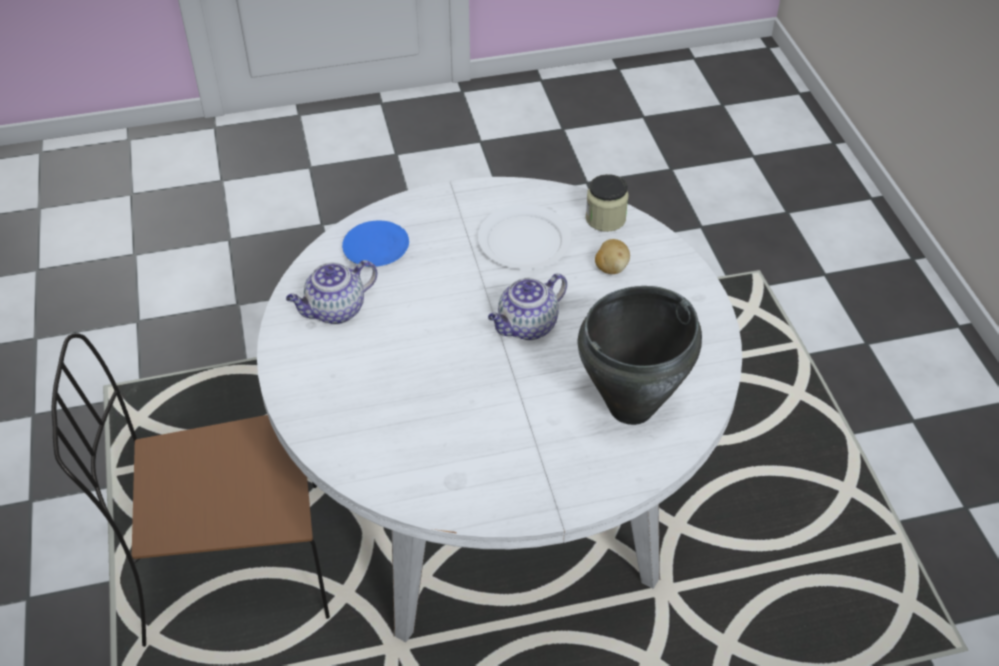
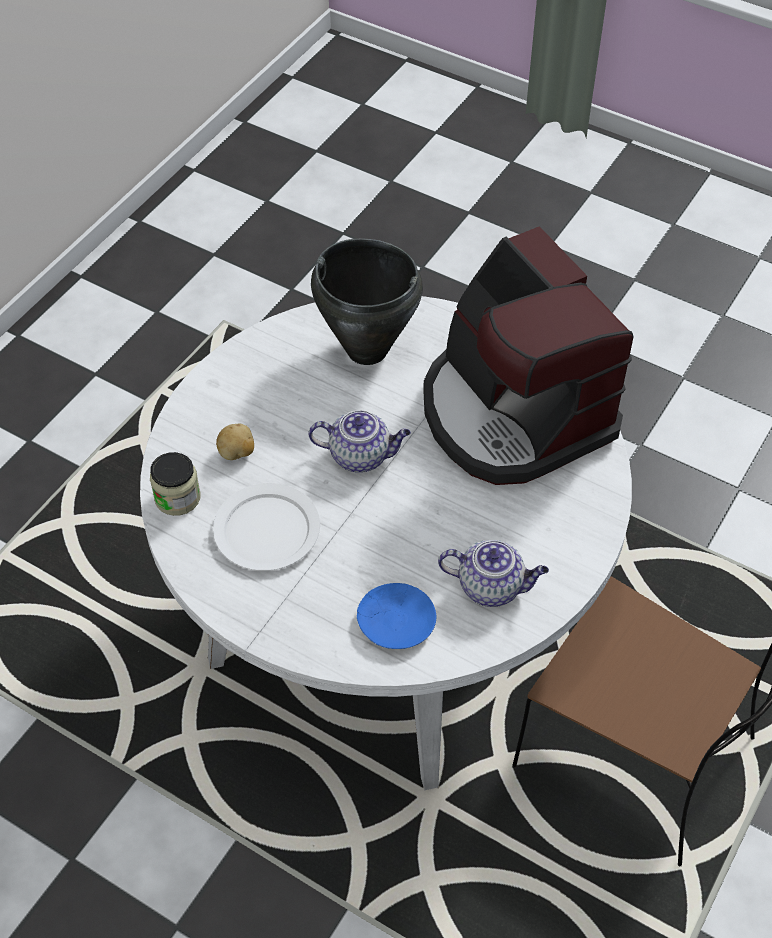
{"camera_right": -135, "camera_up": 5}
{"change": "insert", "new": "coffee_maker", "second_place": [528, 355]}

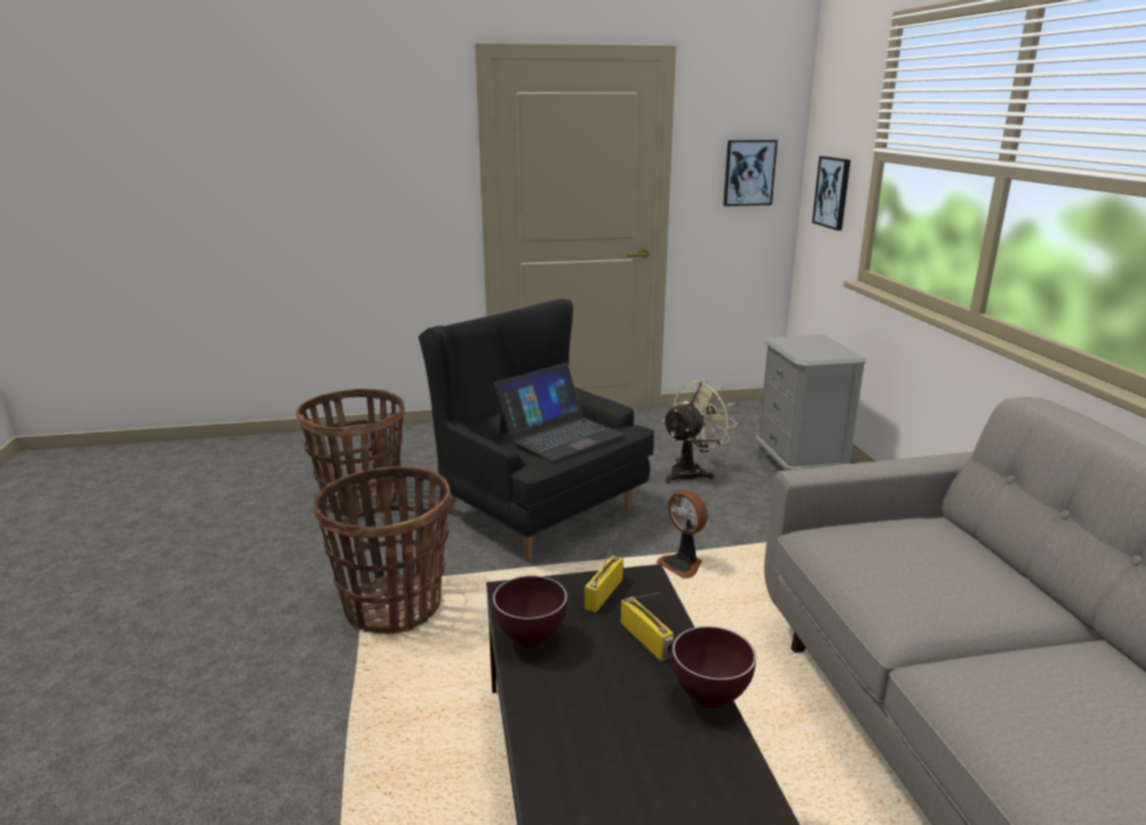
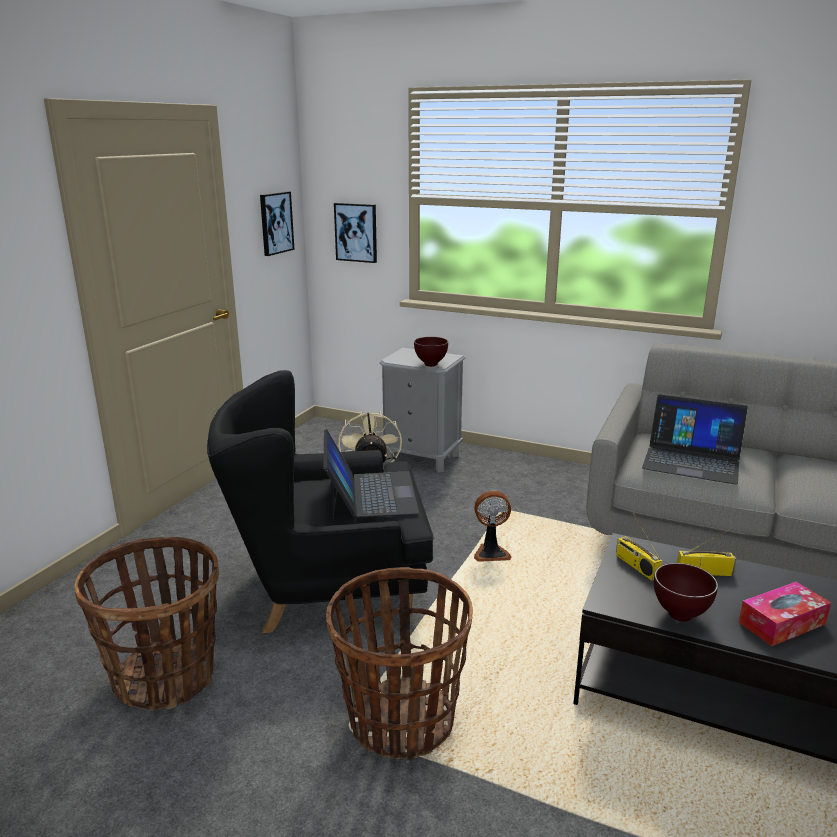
{"camera_right": -55, "camera_up": 0}
{"change": "move", "old": "brown_bowl", "first_place": [714, 667], "second_place": [431, 352]}
{"change": "insert", "new": "laptop", "second_place": [695, 439]}
{"change": "insert", "new": "tissue_holder", "second_place": [785, 614]}

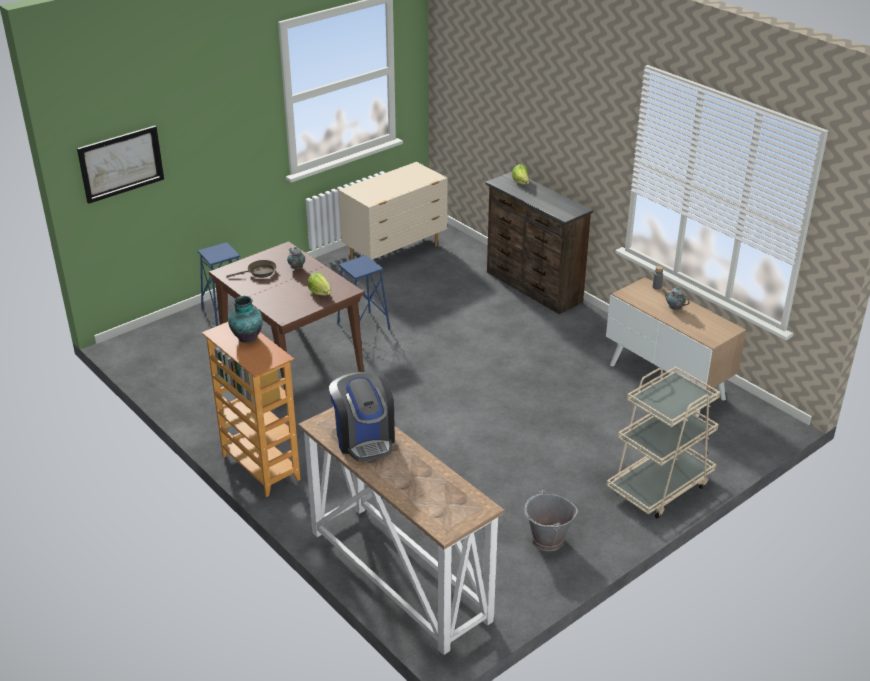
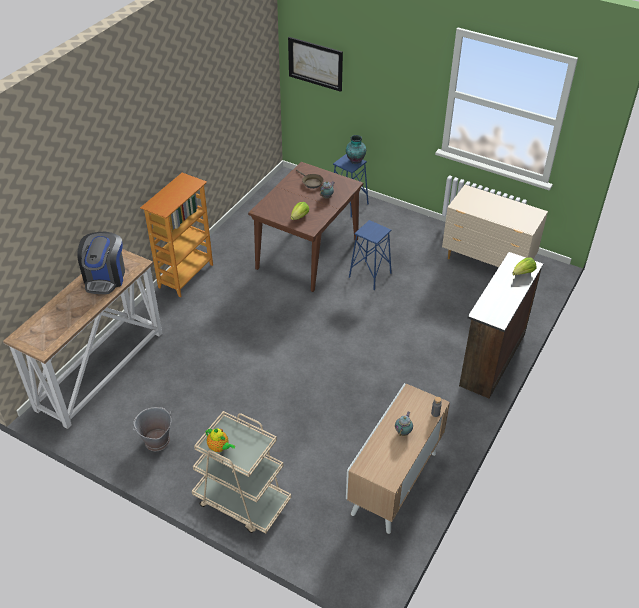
{"camera_right": 70, "camera_up": 10}
{"change": "move", "old": "vase", "first_place": [245, 319], "second_place": [356, 149]}
{"change": "rotate", "old": "coffee_maker", "first_place": [362, 416], "second_place": [101, 263], "degrees": -45}
{"change": "insert", "new": "teapot", "second_place": [220, 440]}

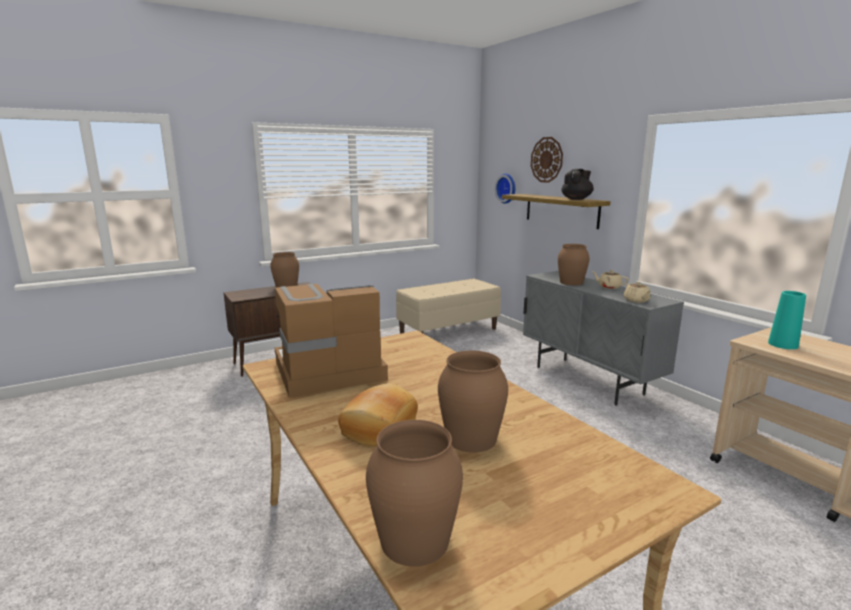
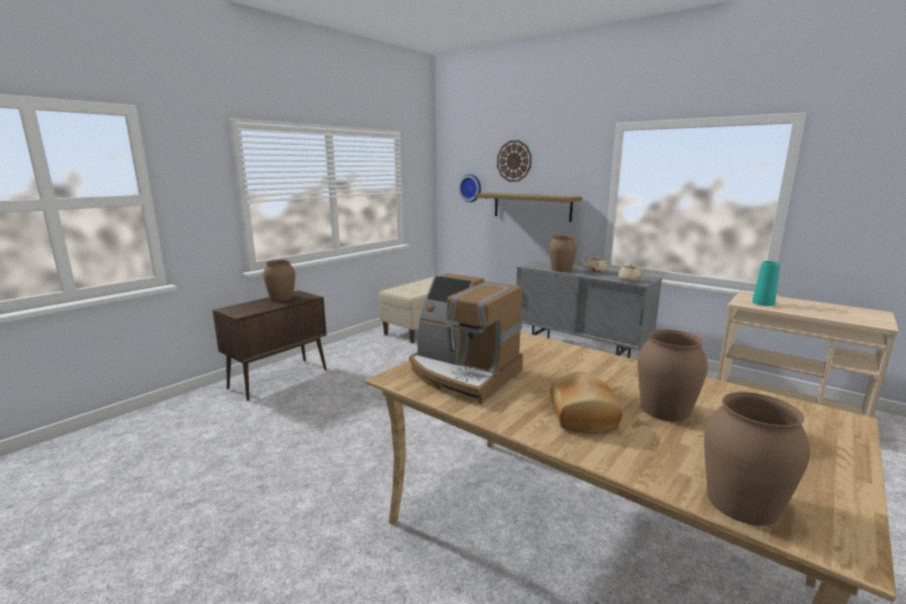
{"camera_right": -20, "camera_up": 0}
{"change": "delete", "old": "black-coloured_teapot", "first_place": [577, 184]}
{"change": "rotate", "old": "coffee_maker", "first_place": [331, 341], "second_place": [466, 338], "degrees": -105}

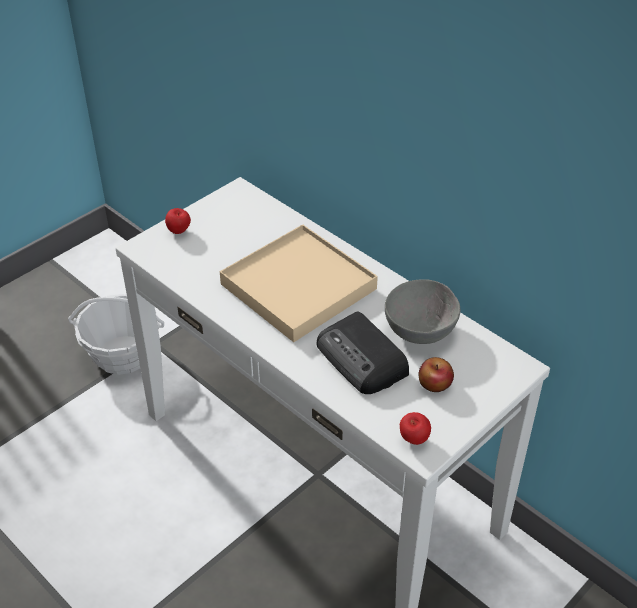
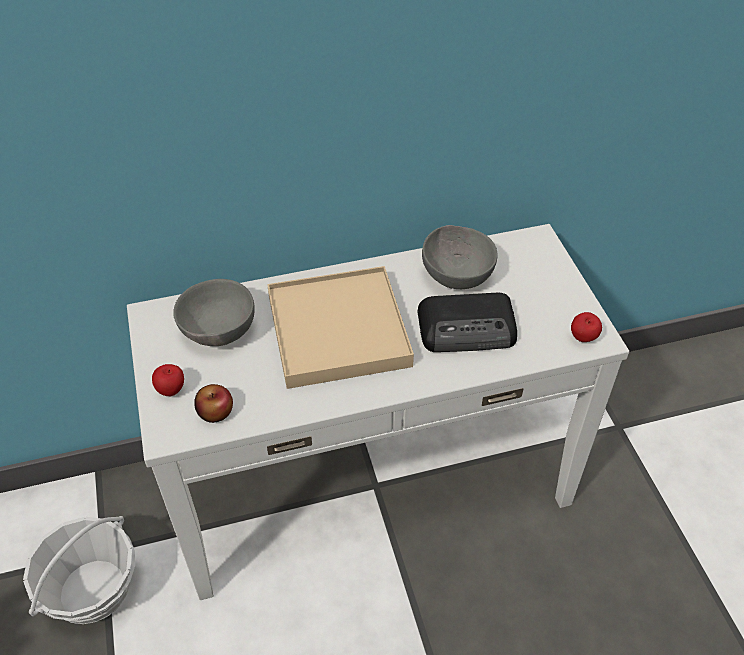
{"camera_right": -60, "camera_up": 5}
{"change": "move", "old": "apple_fruit", "first_place": [436, 374], "second_place": [213, 403]}
{"change": "insert", "new": "gray_bowl", "second_place": [214, 312]}

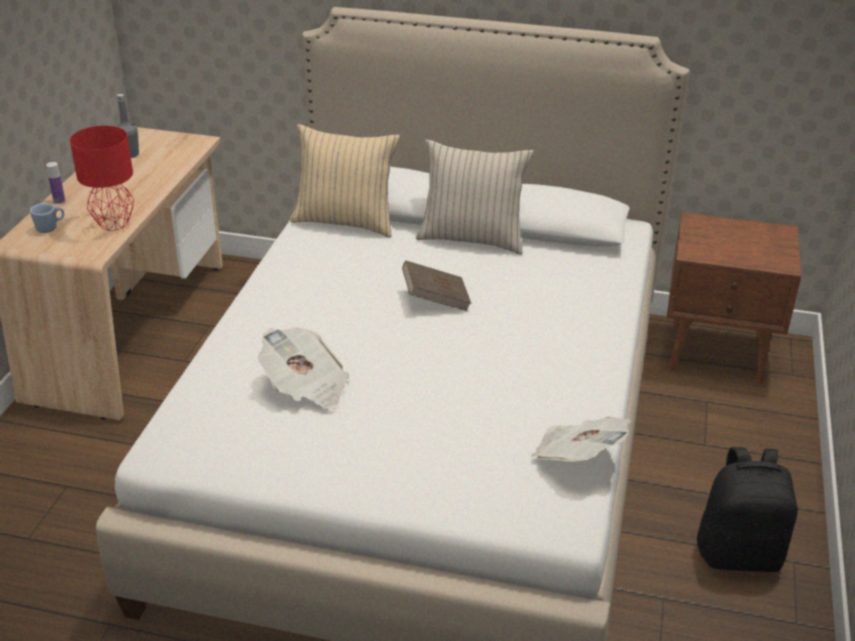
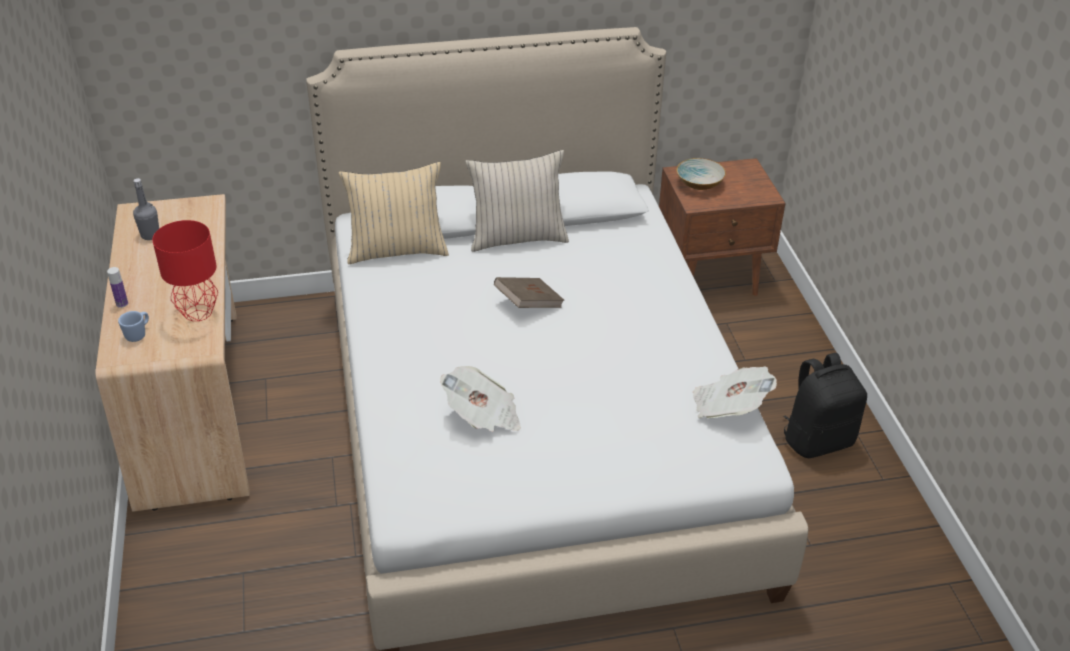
{"camera_right": -25, "camera_up": 5}
{"change": "insert", "new": "bowl", "second_place": [701, 174]}

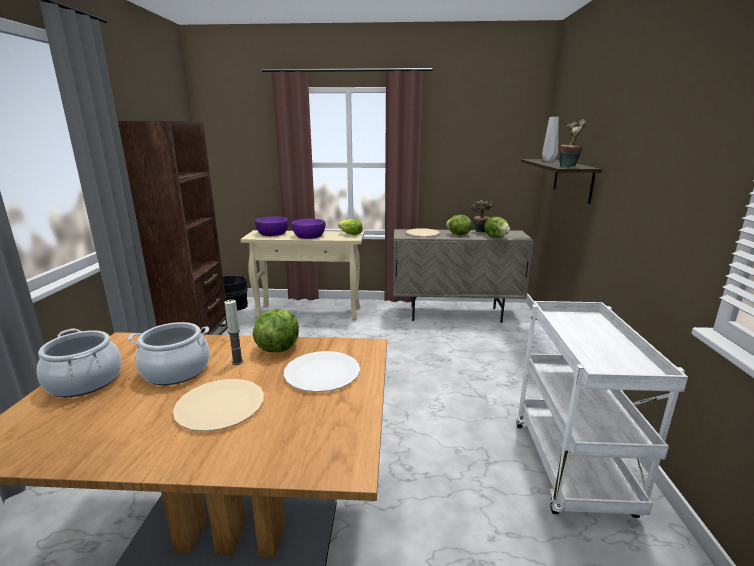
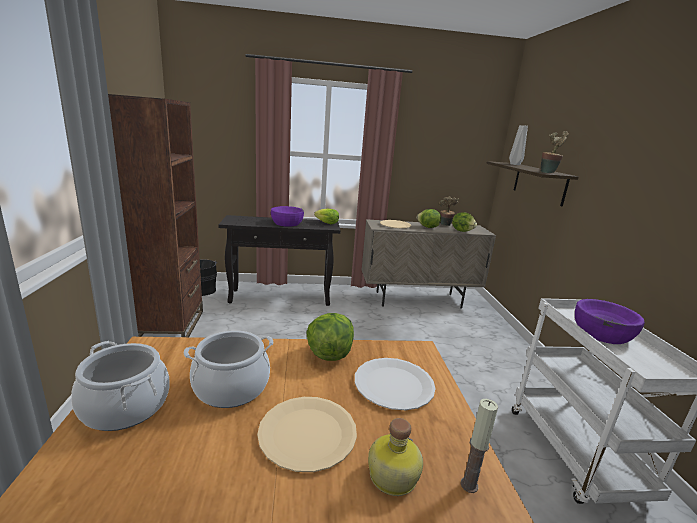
{"camera_right": -10, "camera_up": 0}
{"change": "move", "old": "purplish_bowl", "first_place": [271, 226], "second_place": [610, 321]}
{"change": "recolor", "old": "sand-coloured_narrow_table", "new": "black-coloured_narrow_table", "first_place": [302, 275], "second_place": [279, 260]}
{"change": "move", "old": "candle", "first_place": [233, 332], "second_place": [479, 446]}
{"change": "insert", "new": "drink_bottle", "second_place": [395, 457]}

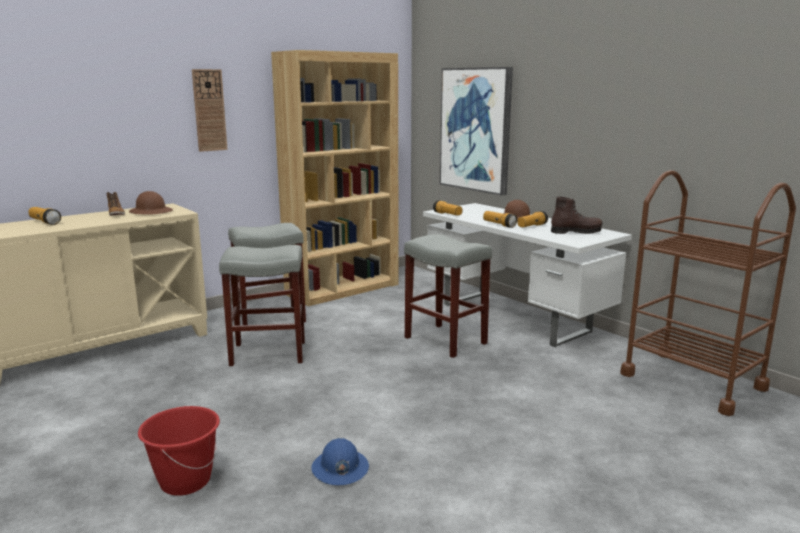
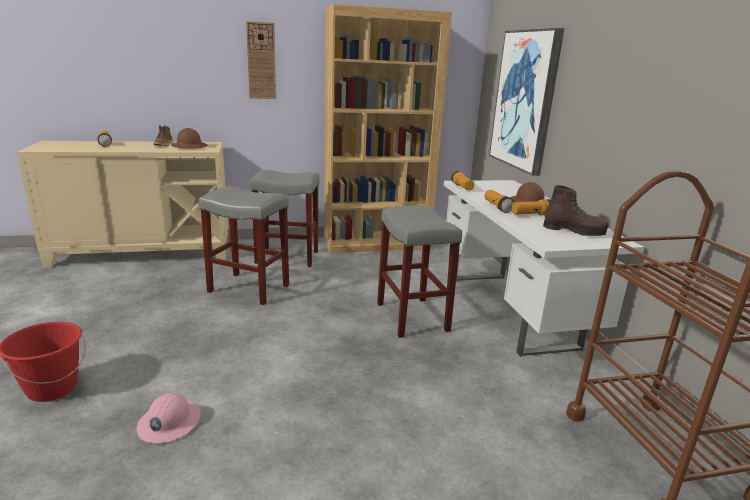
{"camera_right": 25, "camera_up": 5}
{"change": "recolor", "old": "blue-coloured_safety_helmet", "new": "pinkish_safety_helmet", "first_place": [340, 461], "second_place": [169, 418]}

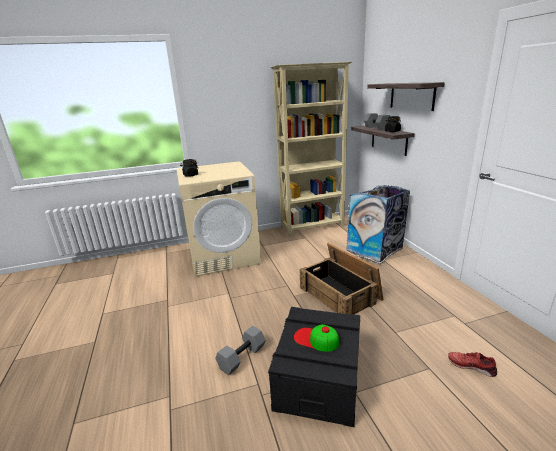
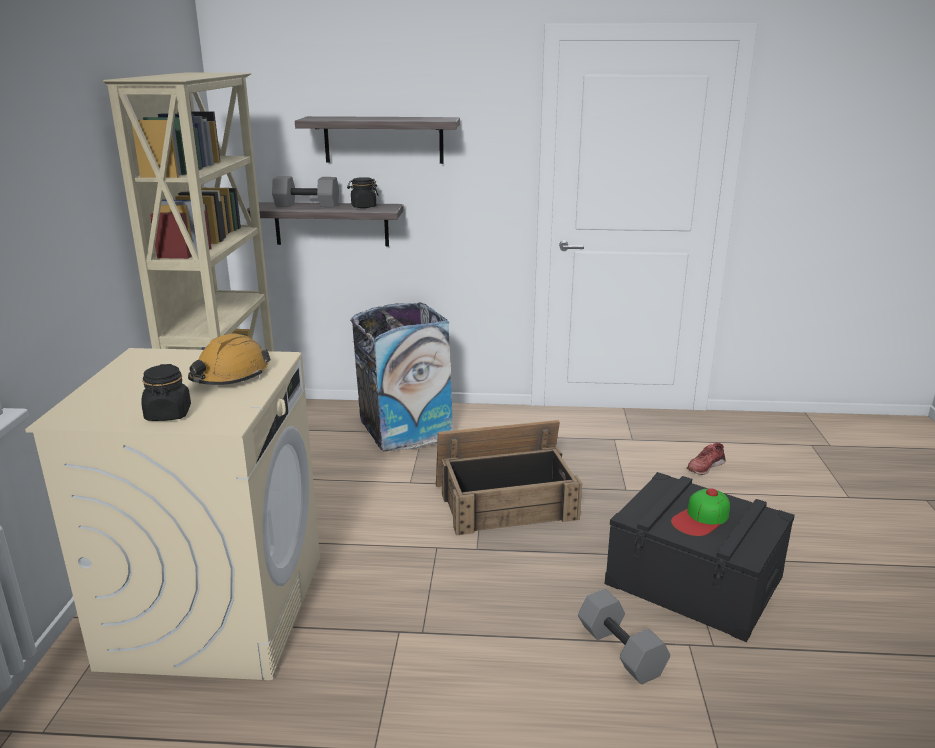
{"camera_right": -70, "camera_up": 0}
{"change": "insert", "new": "orangey_safety_helmet", "second_place": [229, 359]}

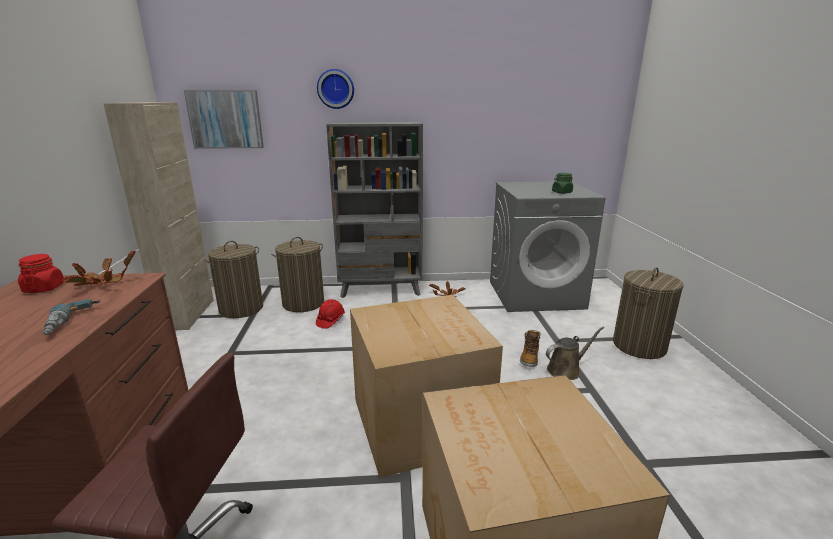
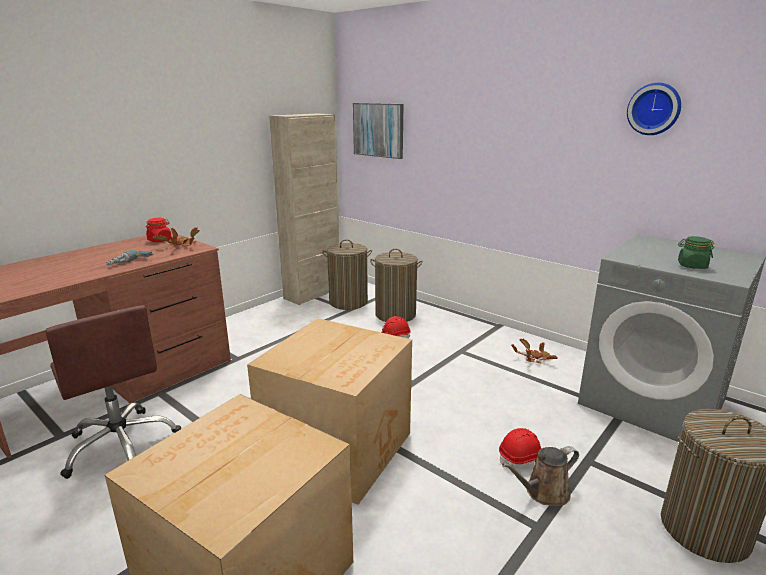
{"camera_right": 45, "camera_up": 0}
{"change": "move", "old": "hanging_clock", "first_place": [335, 89], "second_place": [654, 109]}
{"change": "delete", "old": "gray_shelving_unit", "first_place": [374, 210]}
{"change": "rotate", "old": "brown_watering_can", "first_place": [575, 353], "second_place": [540, 476], "degrees": 135}
{"change": "replace", "old": "high-top_boot", "new": "reddish_safety_helmet", "first_place": [530, 348], "second_place": [520, 448]}

